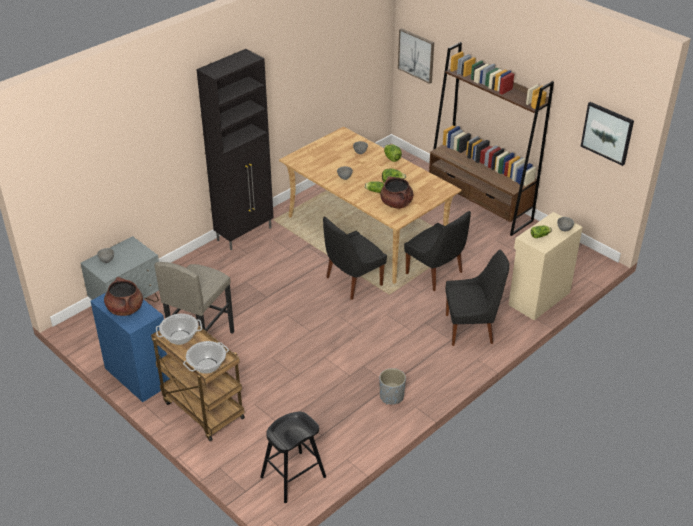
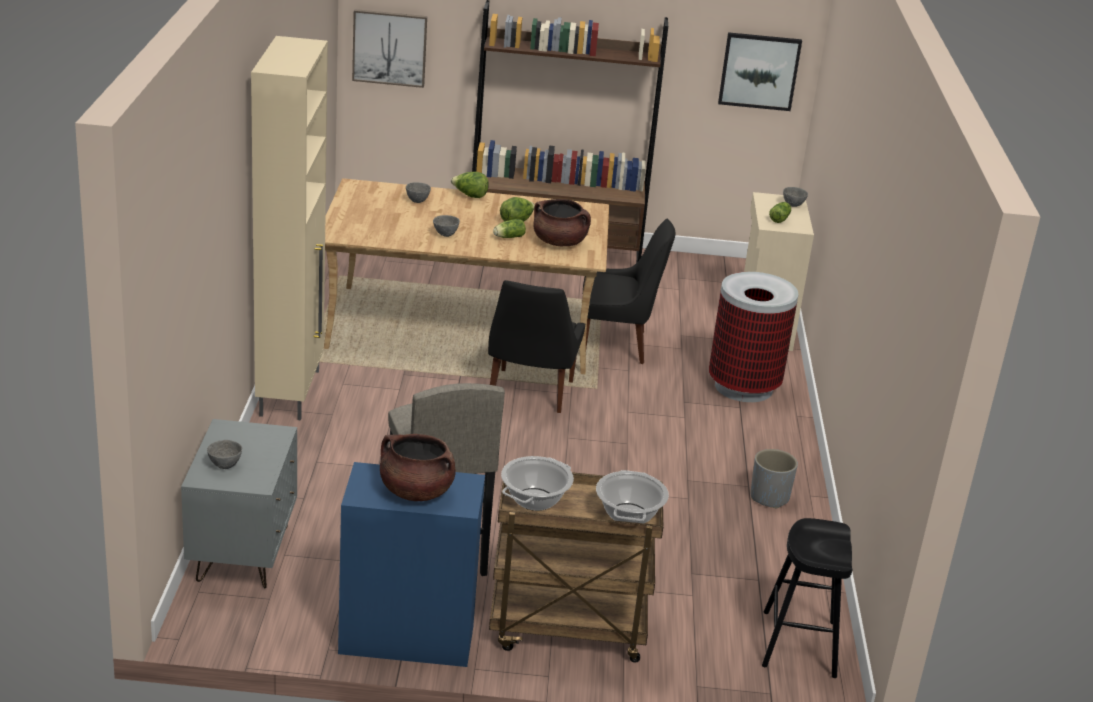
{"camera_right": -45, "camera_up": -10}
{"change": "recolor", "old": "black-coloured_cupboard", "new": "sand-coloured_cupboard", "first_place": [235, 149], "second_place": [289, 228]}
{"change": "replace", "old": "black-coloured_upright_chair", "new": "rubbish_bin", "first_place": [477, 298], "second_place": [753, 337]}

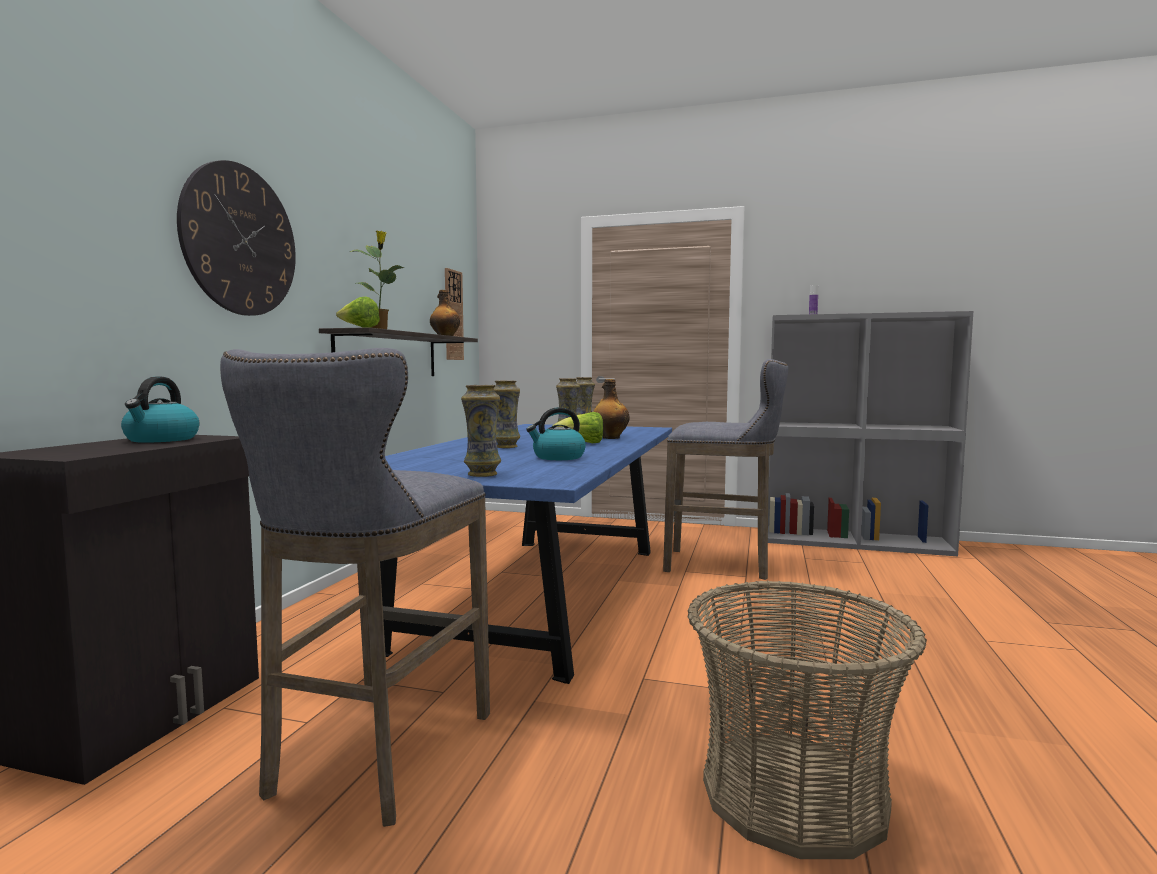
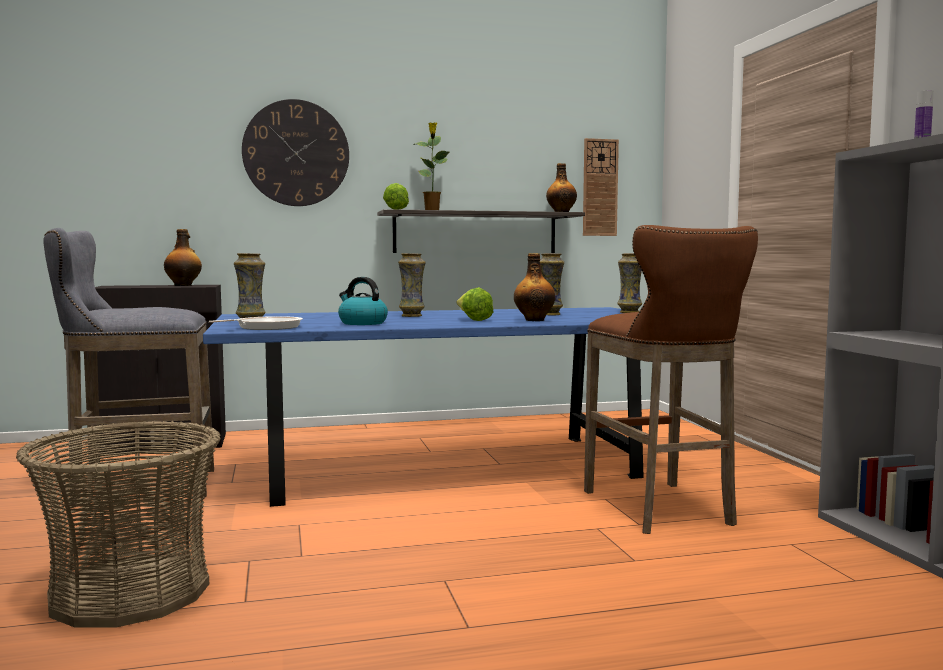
{"camera_right": 60, "camera_up": 0}
{"change": "recolor", "old": "gray_stool_seat", "new": "brown_stool_seat", "first_place": [725, 469], "second_place": [671, 379]}
{"change": "replace", "old": "tea_kettle", "new": "drink_bottle", "first_place": [160, 410], "second_place": [183, 257]}
{"change": "insert", "new": "skillet", "second_place": [256, 323]}

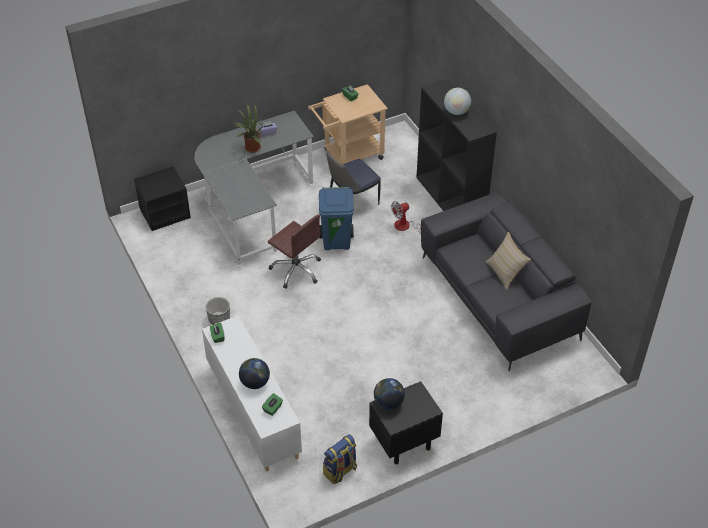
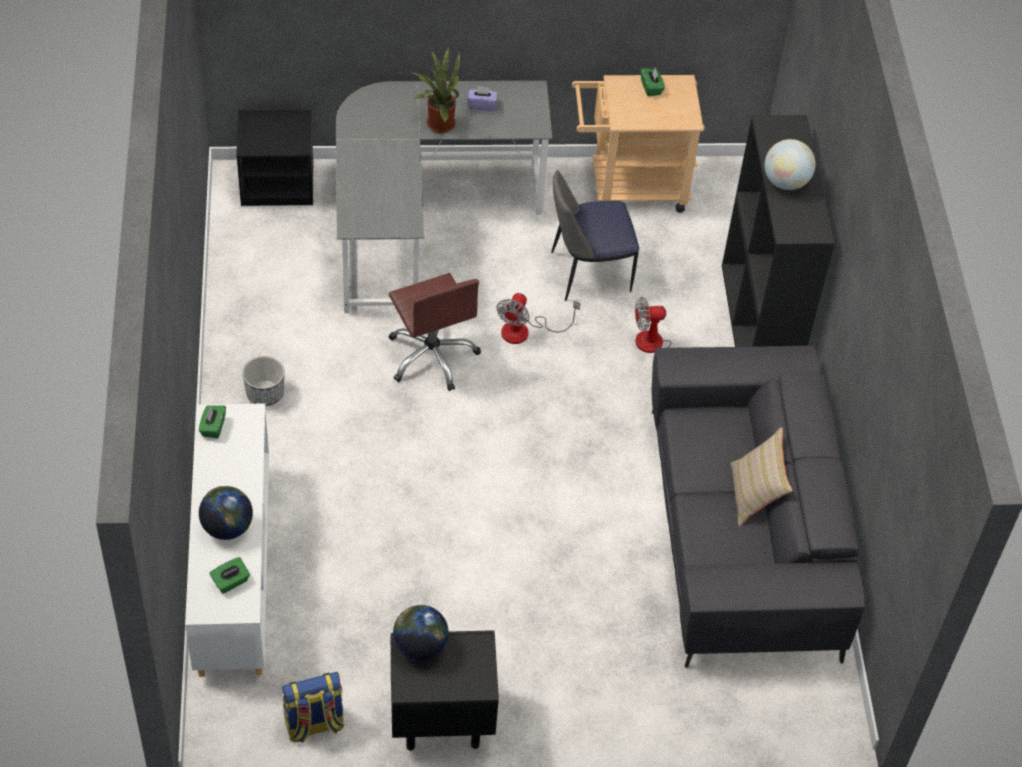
{"camera_right": 20, "camera_up": 5}
{"change": "replace", "old": "blue-coloured_rubbish_bin", "new": "electric_fan", "first_place": [336, 218], "second_place": [538, 318]}

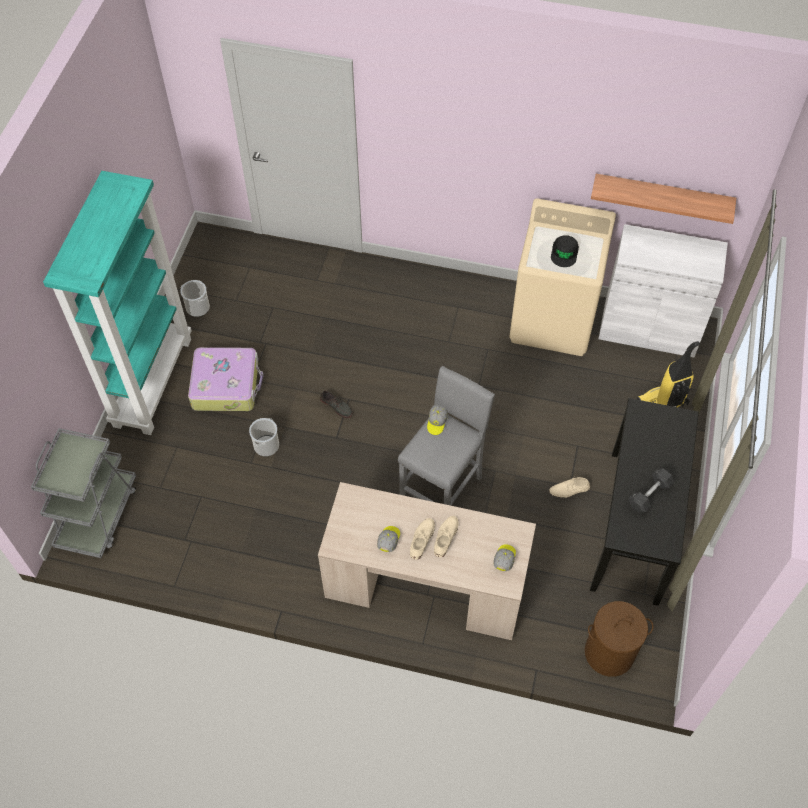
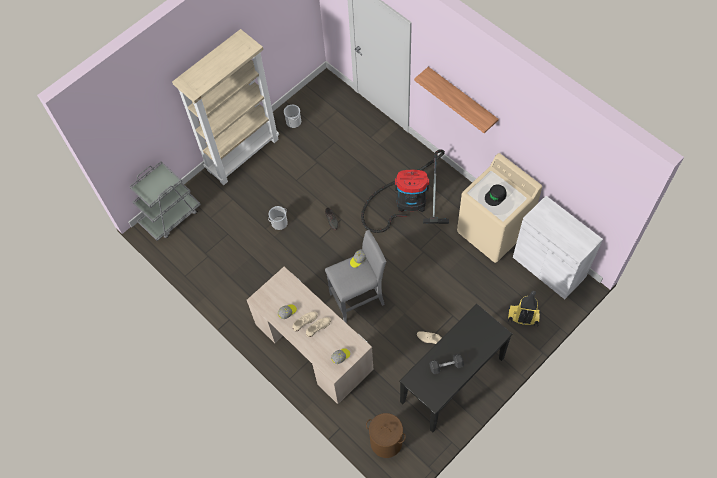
{"camera_right": 35, "camera_up": 5}
{"change": "recolor", "old": "turquoise_shelving_unit", "new": "sand-coloured_shelving_unit", "first_place": [117, 303], "second_place": [225, 107]}
{"change": "move", "old": "wall_shelf", "first_place": [663, 199], "second_place": [456, 100]}
{"change": "delete", "old": "piece_of_luggage", "first_place": [226, 379]}
{"change": "insert", "new": "hoover", "second_place": [405, 191]}

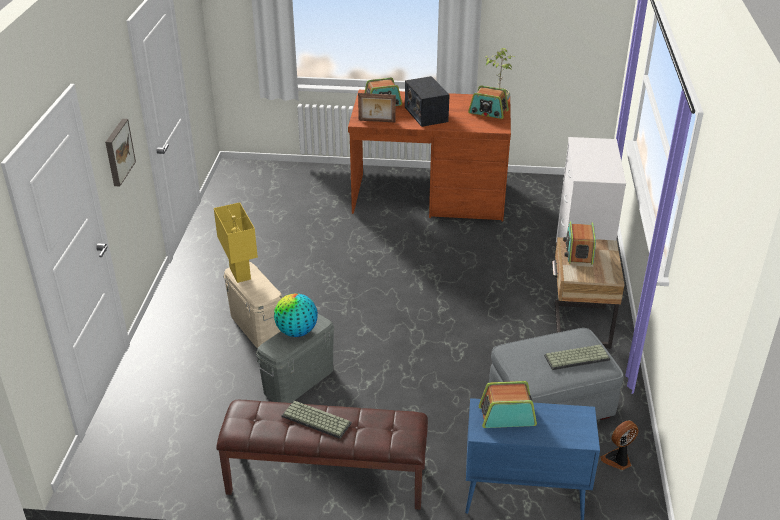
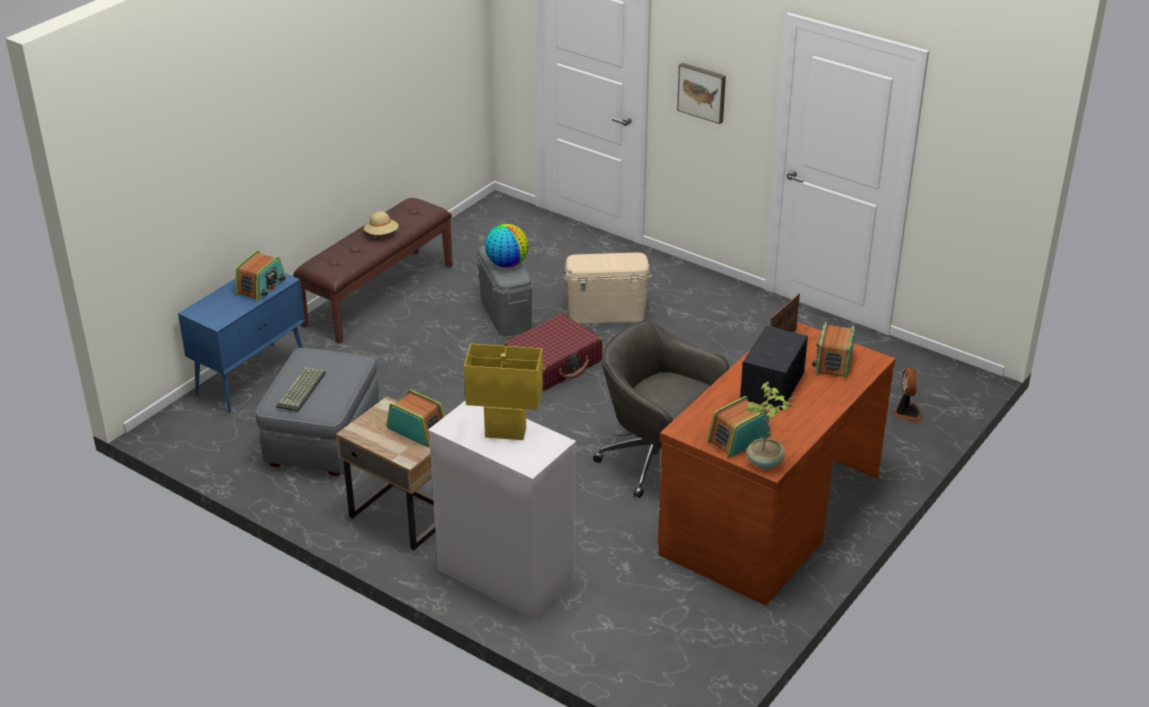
{"camera_right": 120, "camera_up": 0}
{"change": "rotate", "old": "radio_receiver", "first_place": [427, 101], "second_place": [774, 367], "degrees": -75}
{"change": "move", "old": "yellow_lamp_for_a_table", "first_place": [236, 242], "second_place": [503, 392]}
{"change": "replace", "old": "keyboard", "new": "sand-coloured_wearable_hat", "first_place": [316, 420], "second_place": [381, 223]}
{"change": "move", "old": "electric_fan", "first_place": [619, 445], "second_place": [907, 395]}
{"change": "insert", "new": "reddish_piece_of_luggage", "second_place": [553, 352]}
{"change": "insert", "new": "gray_computer_chair", "second_place": [661, 409]}

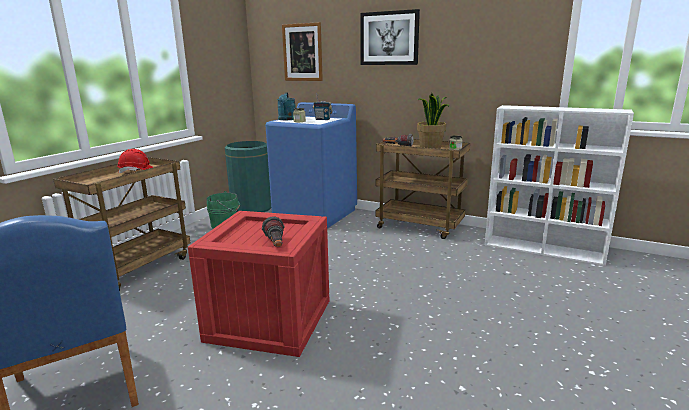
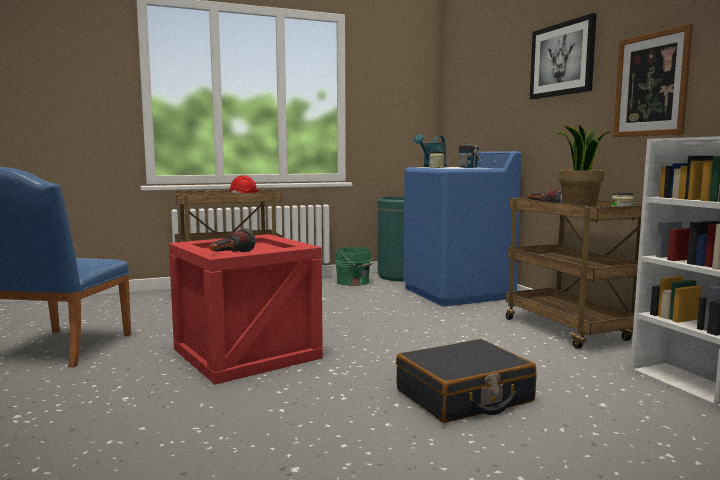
{"camera_right": 40, "camera_up": -10}
{"change": "move", "old": "picture", "first_place": [302, 51], "second_place": [653, 80]}
{"change": "insert", "new": "black-coloured_piece_of_luggage", "second_place": [466, 381]}

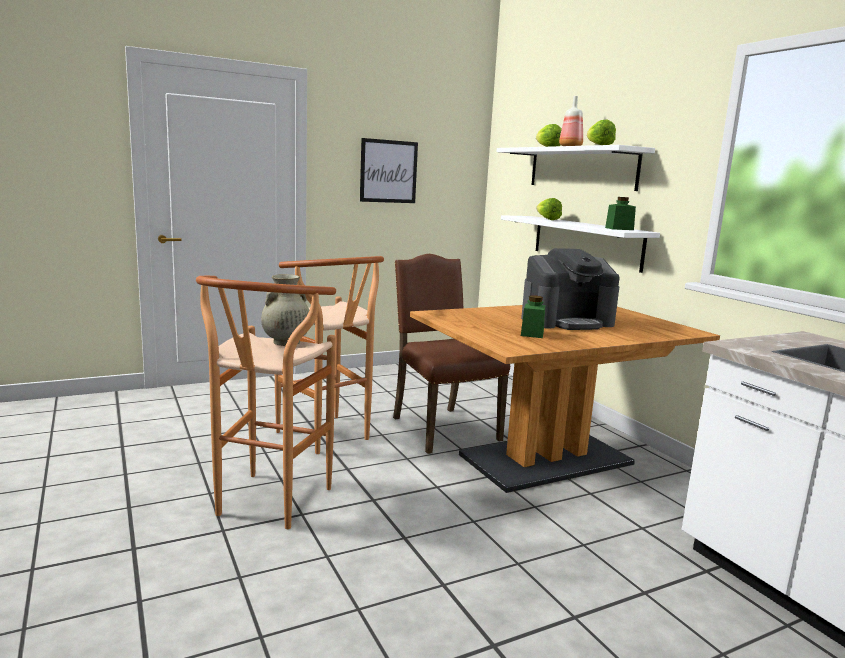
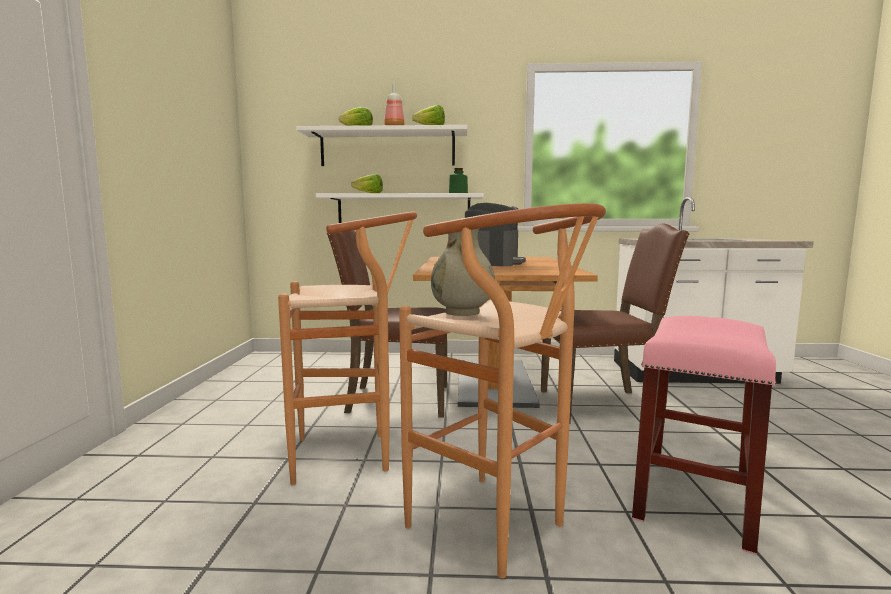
{"camera_right": -60, "camera_up": -5}
{"change": "delete", "old": "picture", "first_place": [389, 170]}
{"change": "delete", "old": "green_jar", "first_place": [533, 316]}
{"change": "insert", "new": "brown_upright_chair", "second_place": [615, 323]}
{"change": "insert", "new": "pinkish_stool_seat", "second_place": [704, 435]}

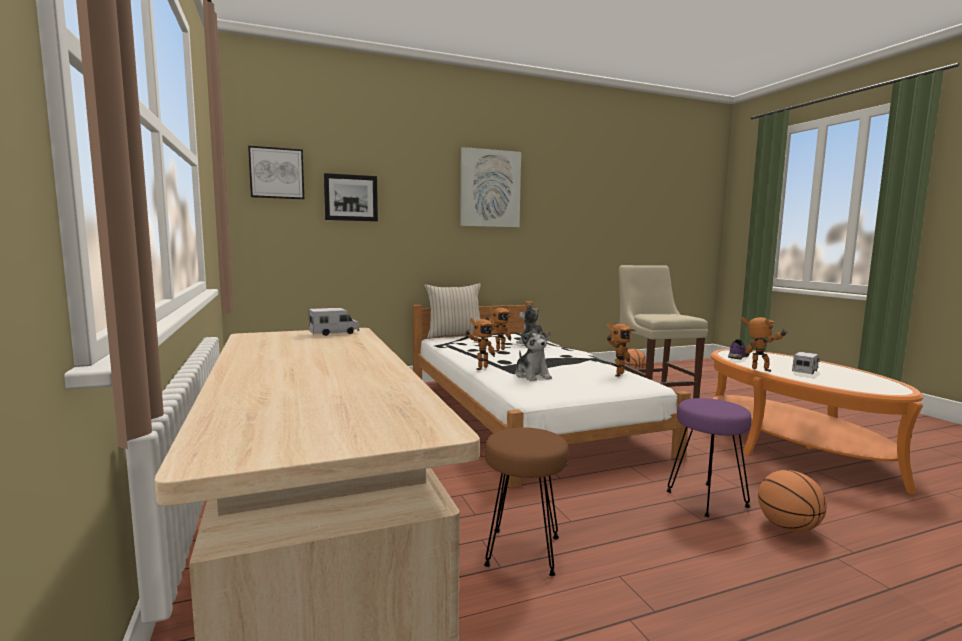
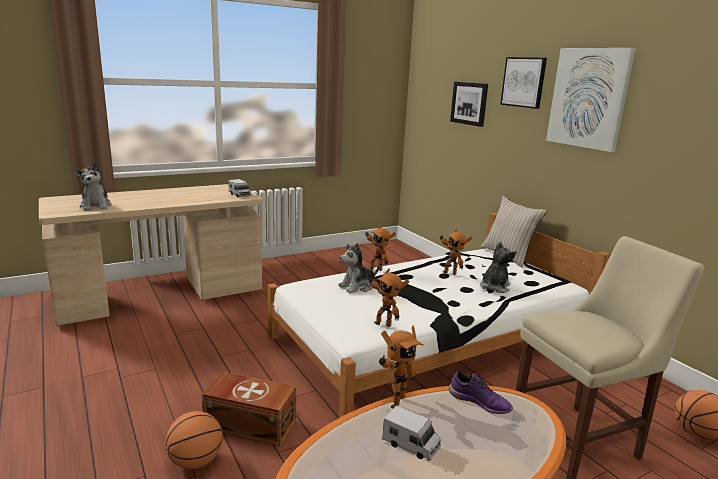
{"camera_right": 80, "camera_up": 10}
{"change": "move", "old": "picture", "first_place": [276, 172], "second_place": [523, 83]}
{"change": "replace", "old": "purplish_stool_seat", "new": "brown_storage_box", "first_place": [709, 457], "second_place": [249, 409]}
{"change": "delete", "old": "brown_stool_seat", "first_place": [526, 501]}
{"change": "insert", "new": "cuddly_toy", "second_place": [93, 186]}

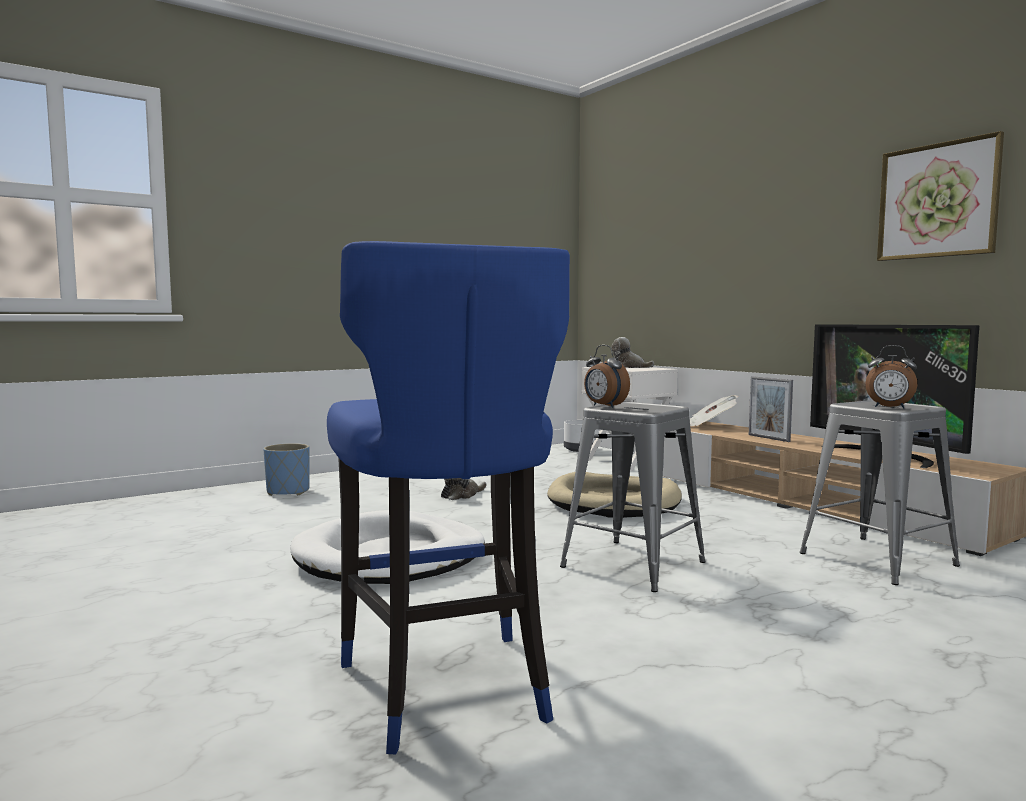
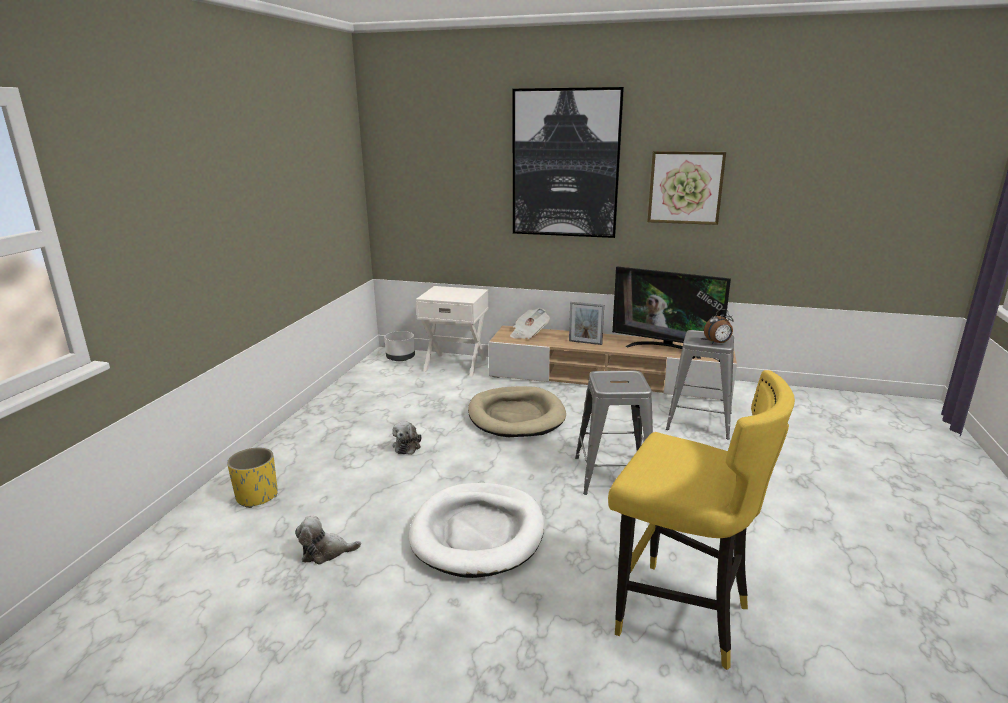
{"camera_right": -40, "camera_up": 15}
{"change": "recolor", "old": "blue-coloured_stool_seat", "new": "yellow_stool_seat", "first_place": [448, 498], "second_place": [701, 520]}
{"change": "move", "old": "cuddly_toy", "first_place": [632, 352], "second_place": [328, 540]}
{"change": "delete", "old": "bedside_clock", "first_place": [607, 376]}
{"change": "recolor", "old": "blue-coloured_planter", "new": "yellow_planter", "first_place": [286, 469], "second_place": [252, 478]}
{"change": "insert", "new": "picture", "second_place": [568, 162]}

